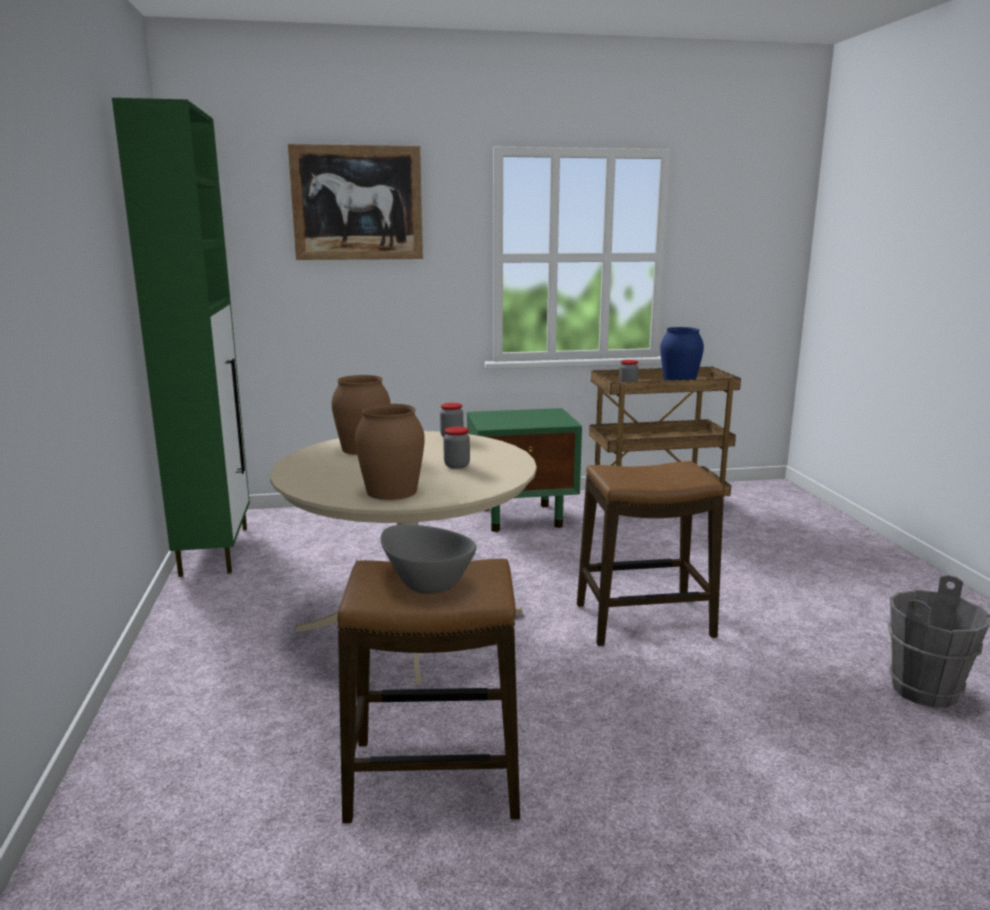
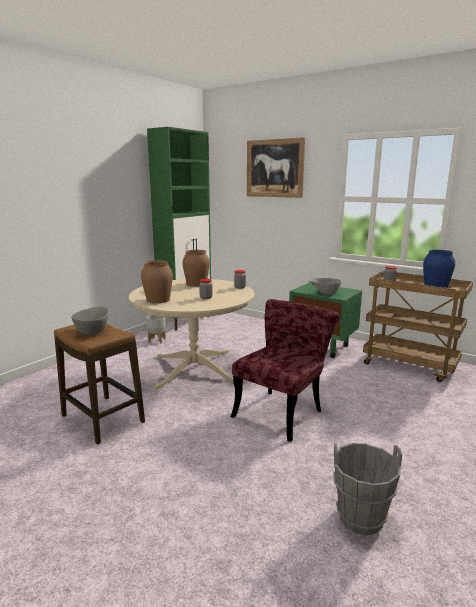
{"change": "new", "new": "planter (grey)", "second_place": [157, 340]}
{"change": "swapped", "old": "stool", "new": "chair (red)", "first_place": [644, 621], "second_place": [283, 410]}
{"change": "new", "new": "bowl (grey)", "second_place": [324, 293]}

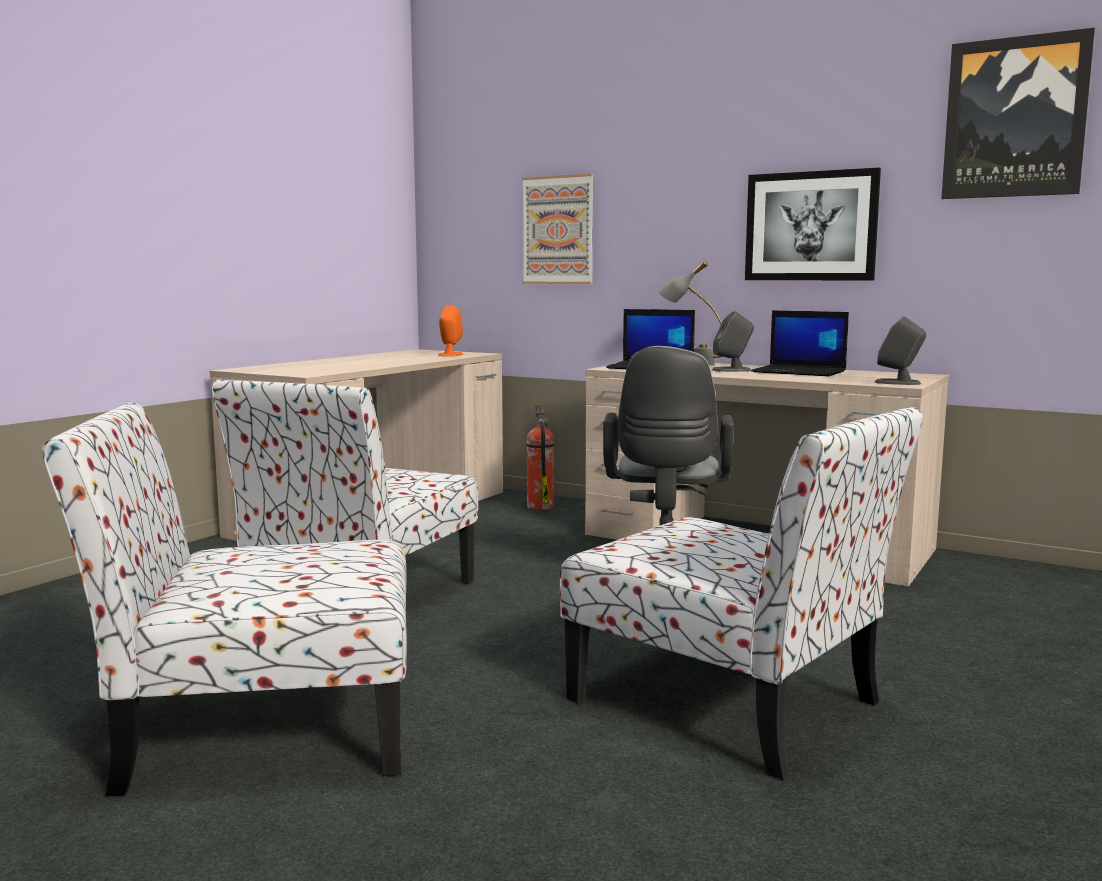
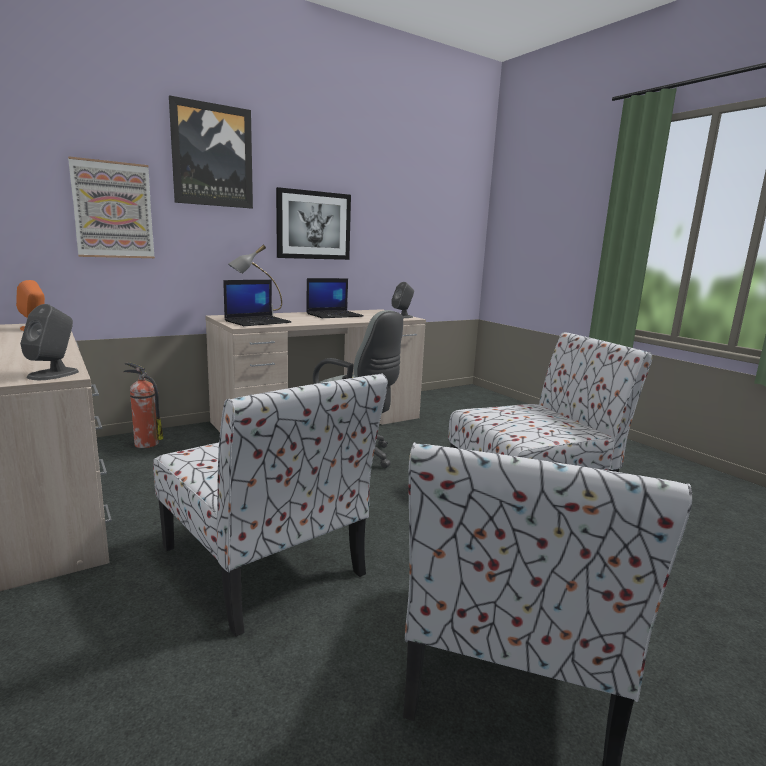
{"change": "shifted", "old": "speaker (grey)", "first_place": [732, 370], "second_place": [54, 374]}
{"change": "shifted", "old": "picture", "first_place": [1015, 118], "second_place": [212, 155]}

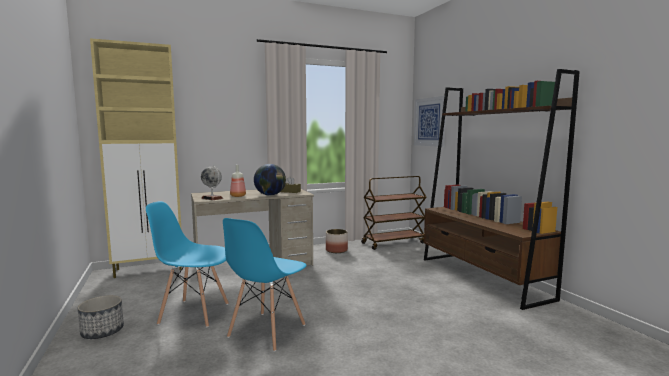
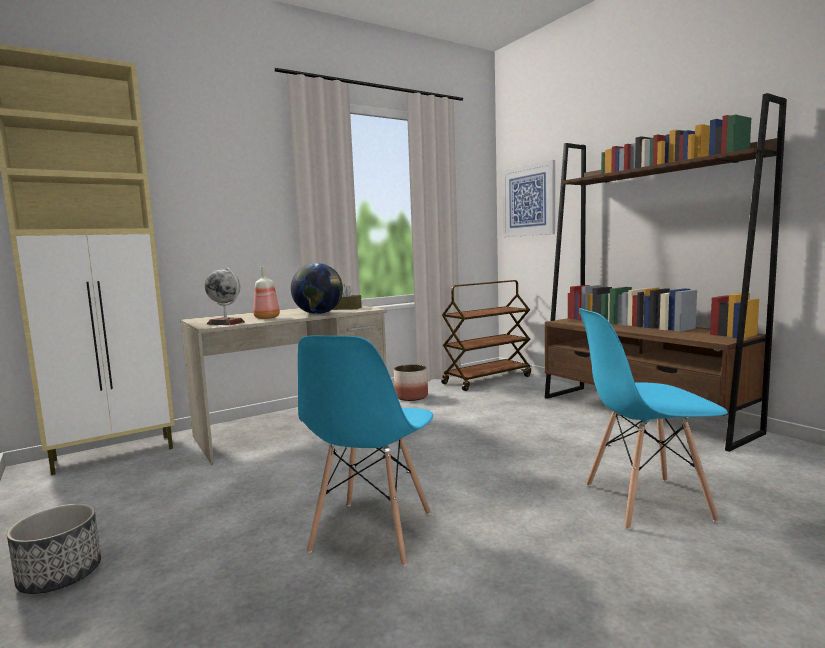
{"change": "shifted", "old": "chair (blue)", "first_place": [194, 313], "second_place": [645, 502]}

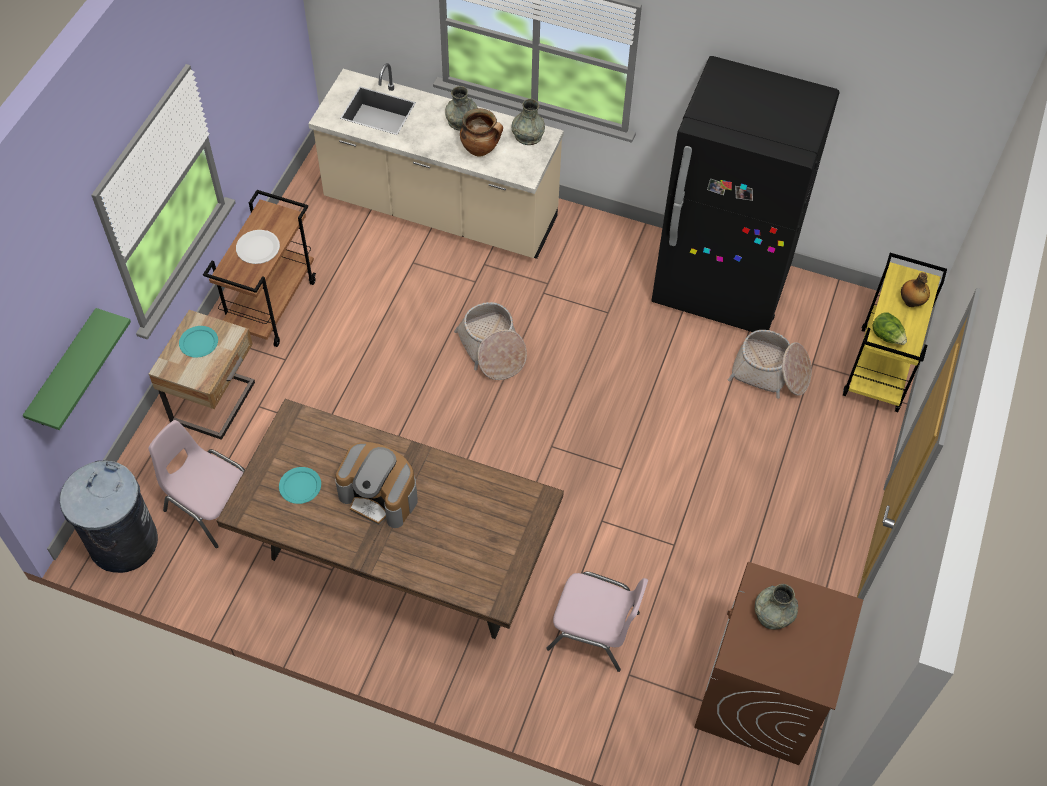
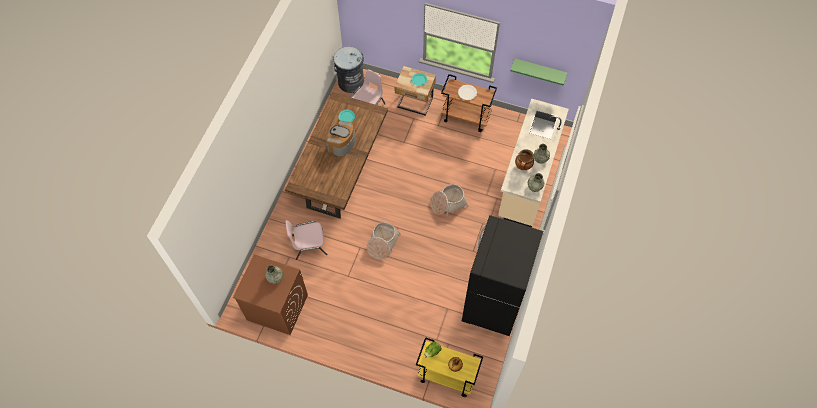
{"change": "rotated", "old": "chair (pink)", "first_place": [595, 631], "second_place": [308, 244], "degrees": 60}
{"change": "shifted", "old": "basket", "first_place": [770, 373], "second_place": [382, 243]}
{"change": "shifted", "old": "shelf (green)", "first_place": [65, 371], "second_place": [539, 70]}

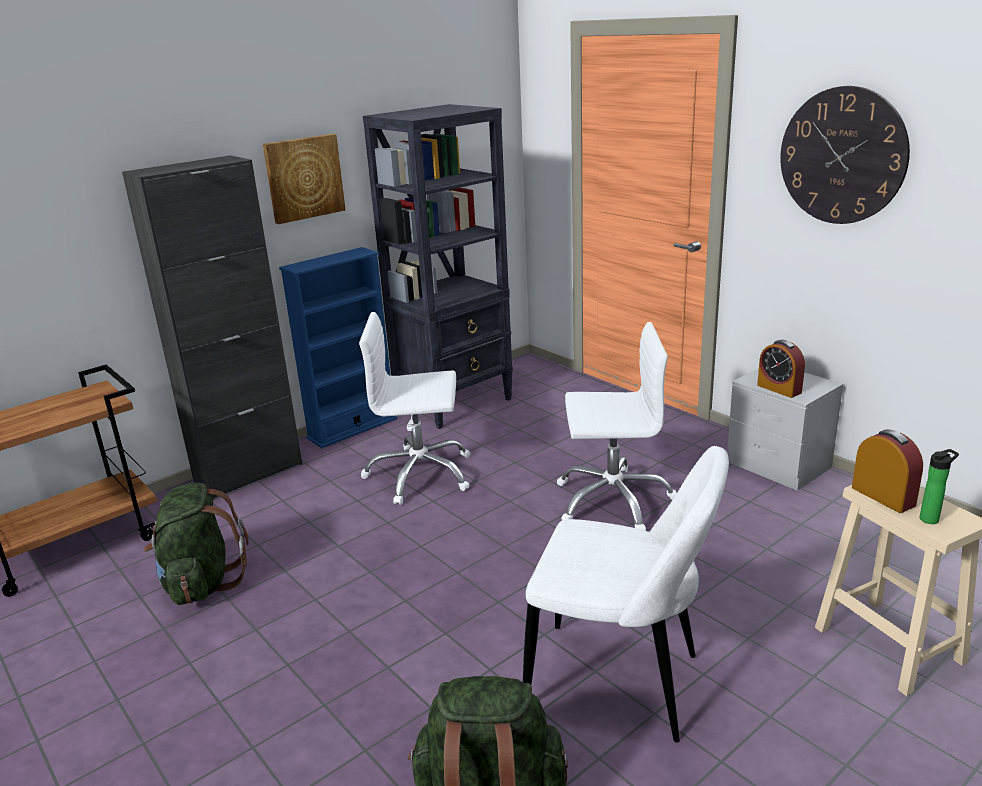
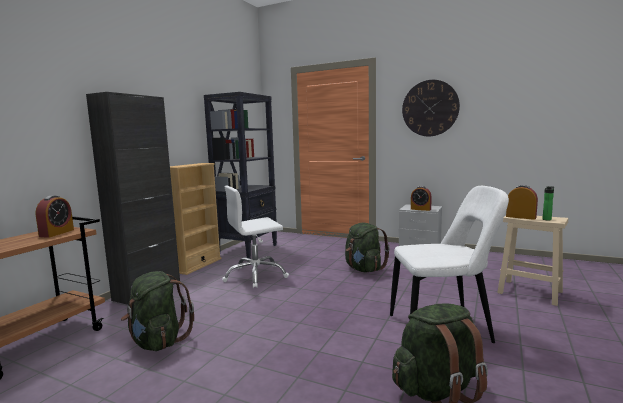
{"change": "new", "new": "alarm clock", "second_place": [57, 233]}
{"change": "repainted", "old": "bookcase (blue)", "new": "bookcase (beige)", "first_place": [352, 428], "second_place": [198, 265]}
{"change": "swapped", "old": "office chair (white)", "new": "backpack (green)", "first_place": [613, 500], "second_place": [364, 269]}
{"change": "gone", "old": "picture", "first_place": [304, 178]}

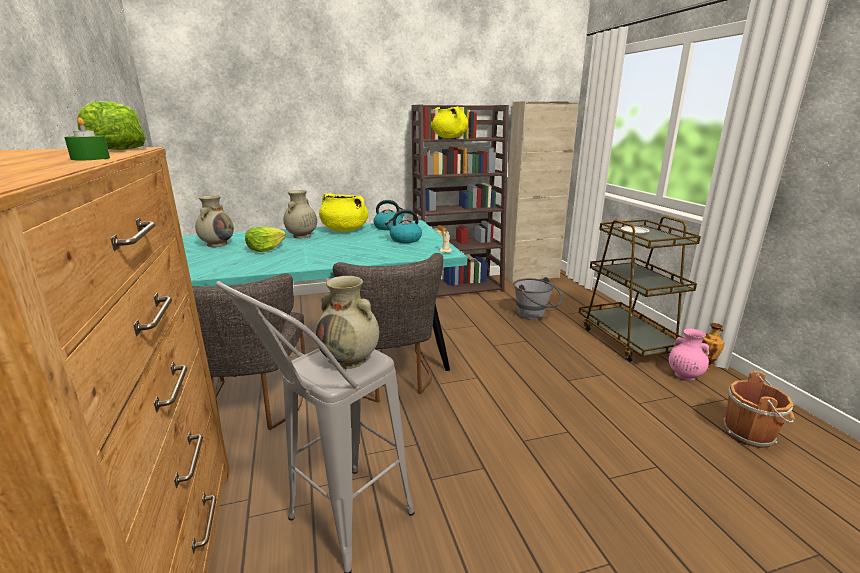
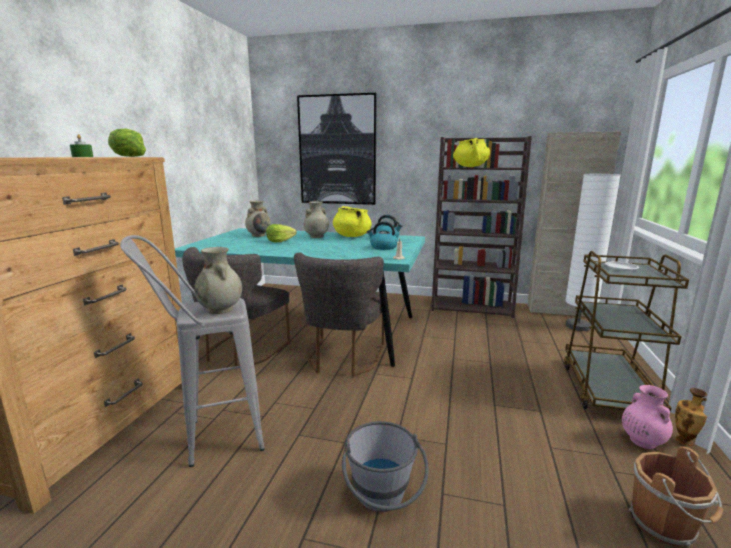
{"change": "new", "new": "picture", "second_place": [337, 150]}
{"change": "shifted", "old": "bucket (grey)", "first_place": [535, 316], "second_place": [382, 501]}
{"change": "new", "new": "floor lamp (white)", "second_place": [577, 326]}

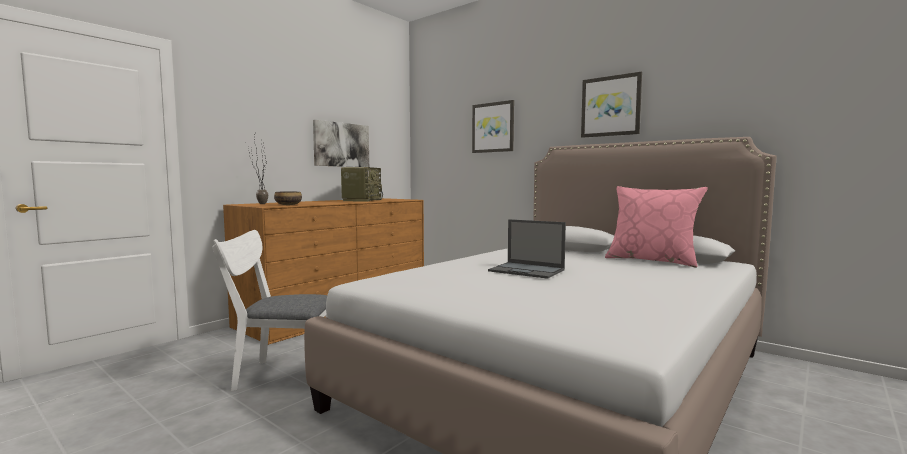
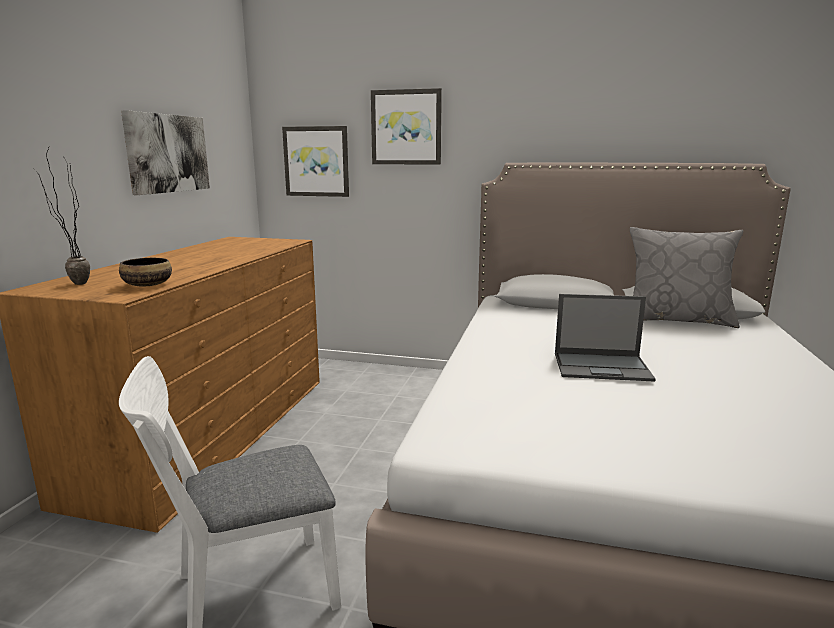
{"change": "shifted", "old": "picture", "first_place": [611, 106], "second_place": [316, 161]}
{"change": "repainted", "old": "pillow (pink)", "new": "pillow (grey)", "first_place": [652, 260], "second_place": [677, 320]}
{"change": "gone", "old": "radio", "first_place": [362, 200]}

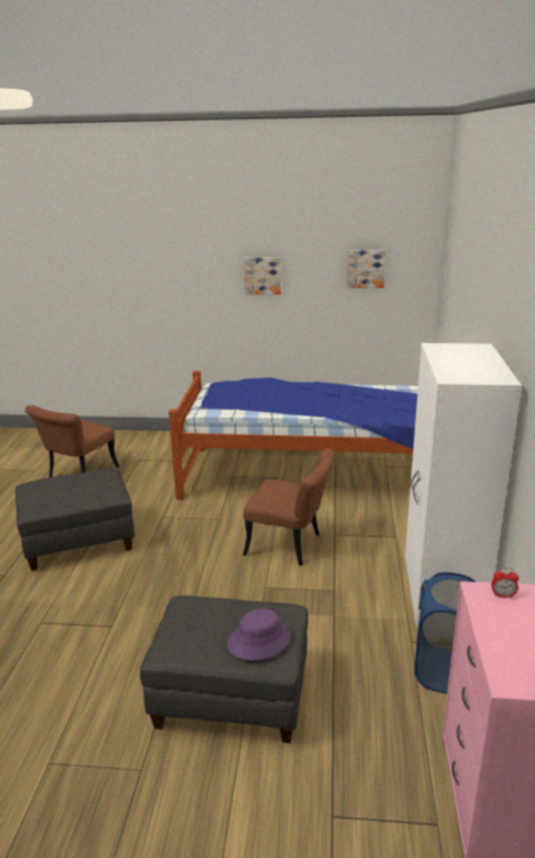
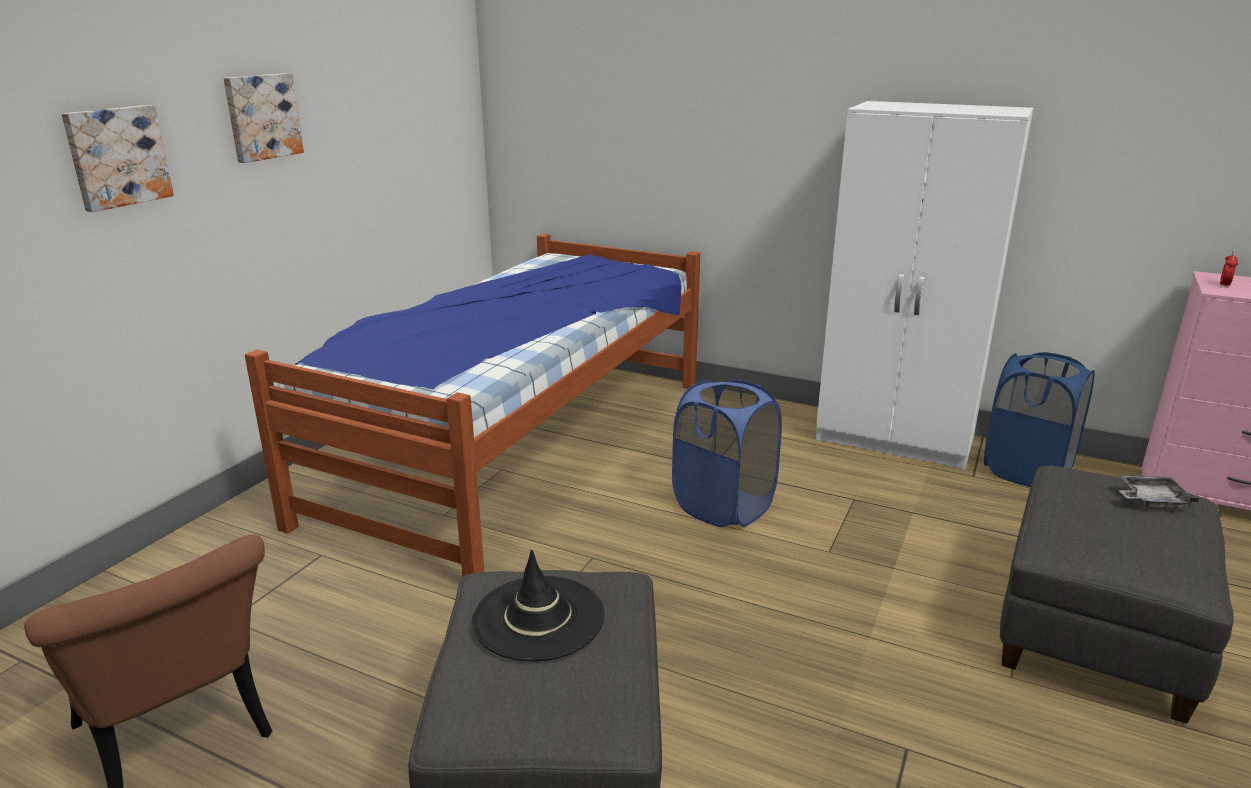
{"change": "shifted", "old": "picture", "first_place": [365, 268], "second_place": [117, 156]}
{"change": "new", "new": "hat (black)", "second_place": [538, 618]}
{"change": "swapped", "old": "chair (brown)", "new": "laundry basket (blue)", "first_place": [291, 546], "second_place": [723, 507]}
{"change": "swapped", "old": "hat (purple)", "new": "tray (grey)", "first_place": [259, 640], "second_place": [1151, 500]}

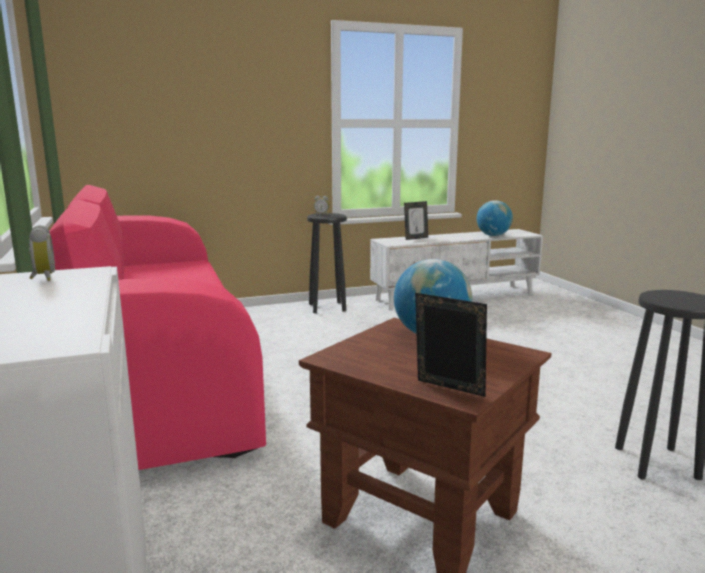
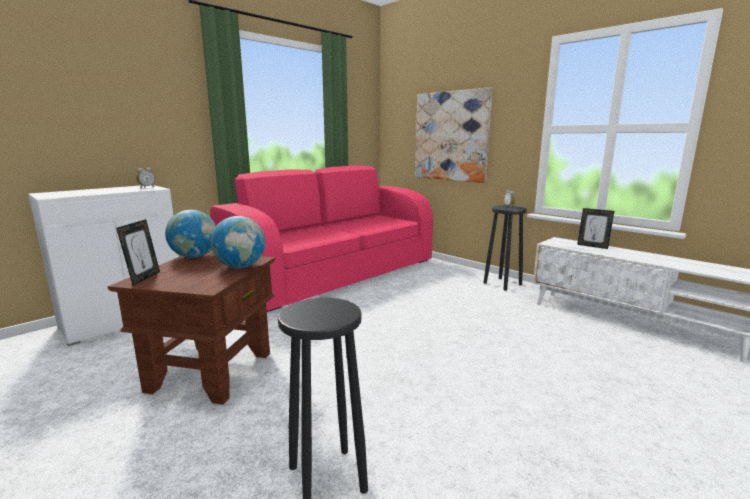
{"change": "shifted", "old": "globe", "first_place": [493, 235], "second_place": [194, 256]}
{"change": "new", "new": "picture", "second_place": [451, 136]}

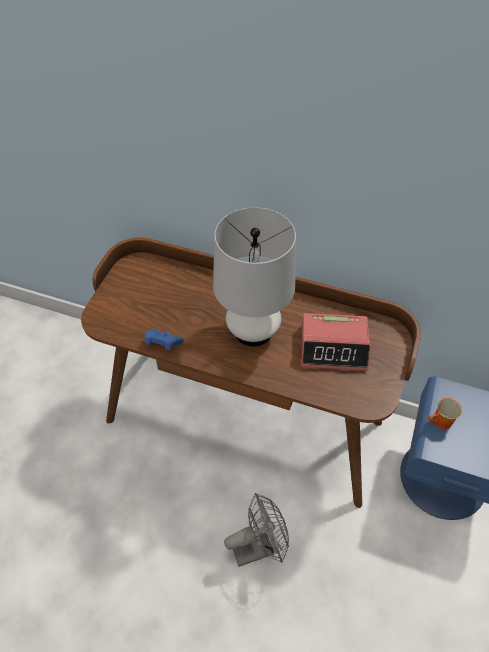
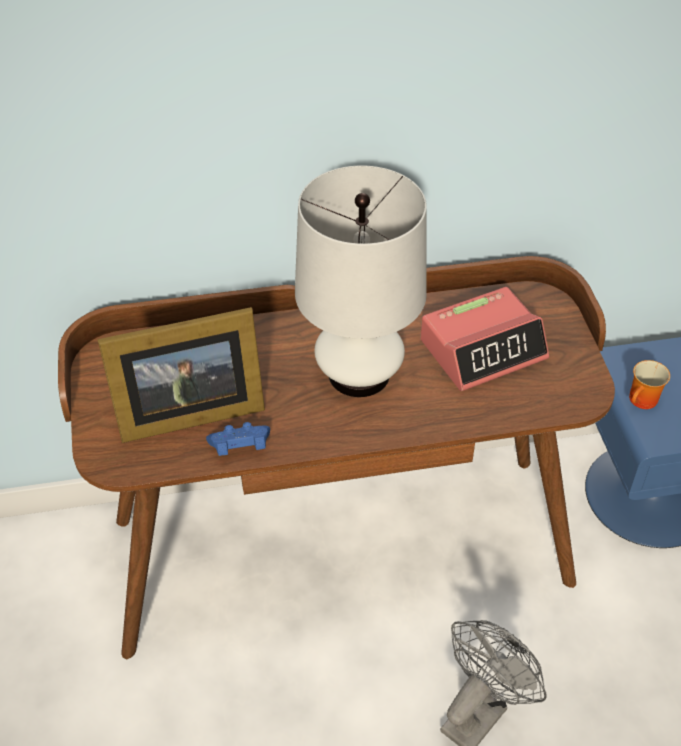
{"change": "new", "new": "picture frame", "second_place": [185, 412]}

